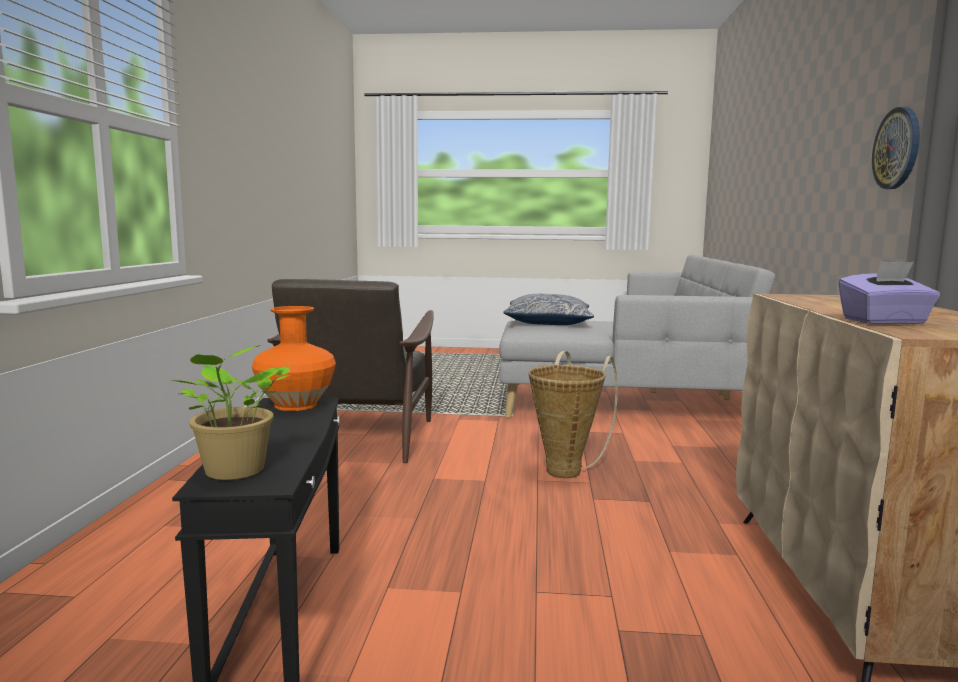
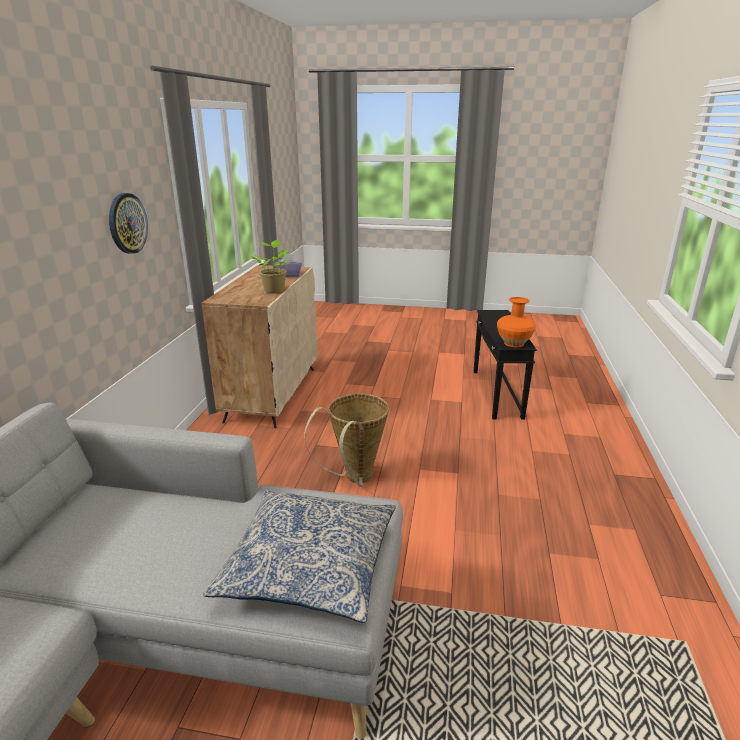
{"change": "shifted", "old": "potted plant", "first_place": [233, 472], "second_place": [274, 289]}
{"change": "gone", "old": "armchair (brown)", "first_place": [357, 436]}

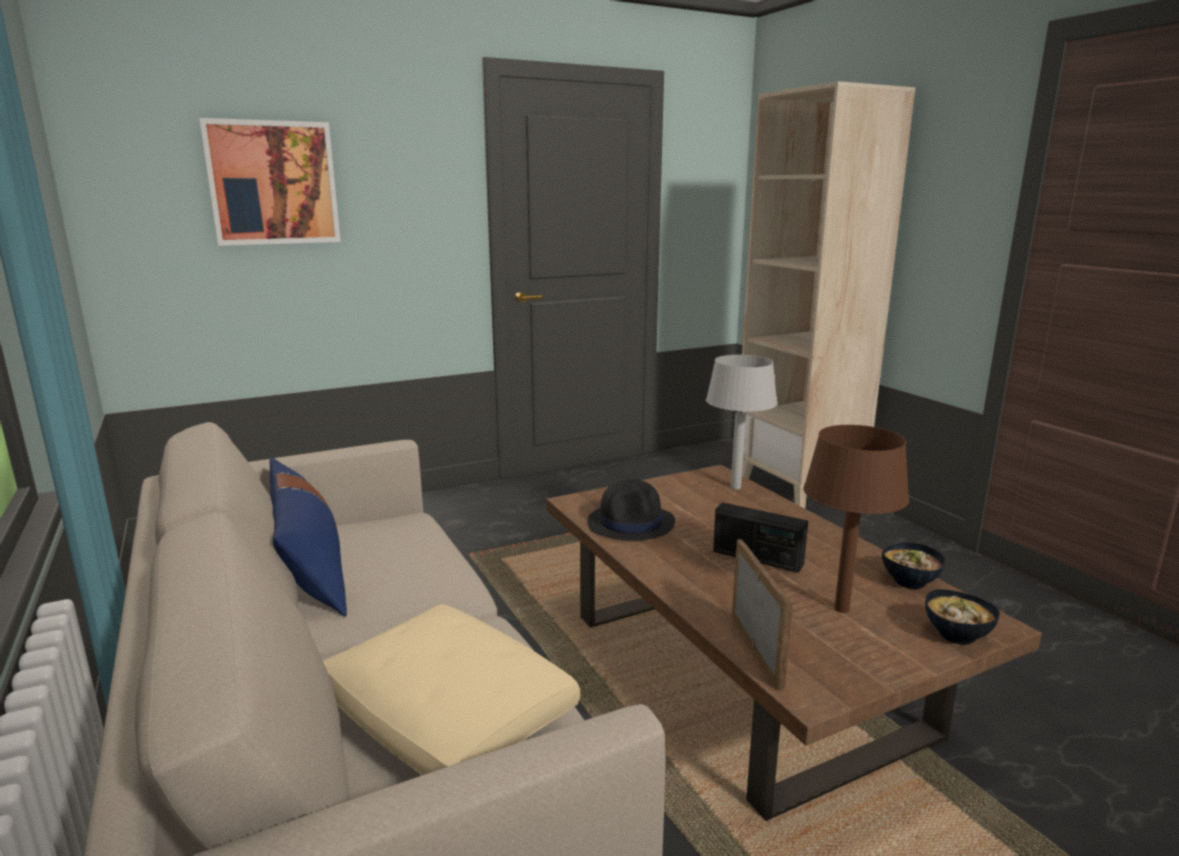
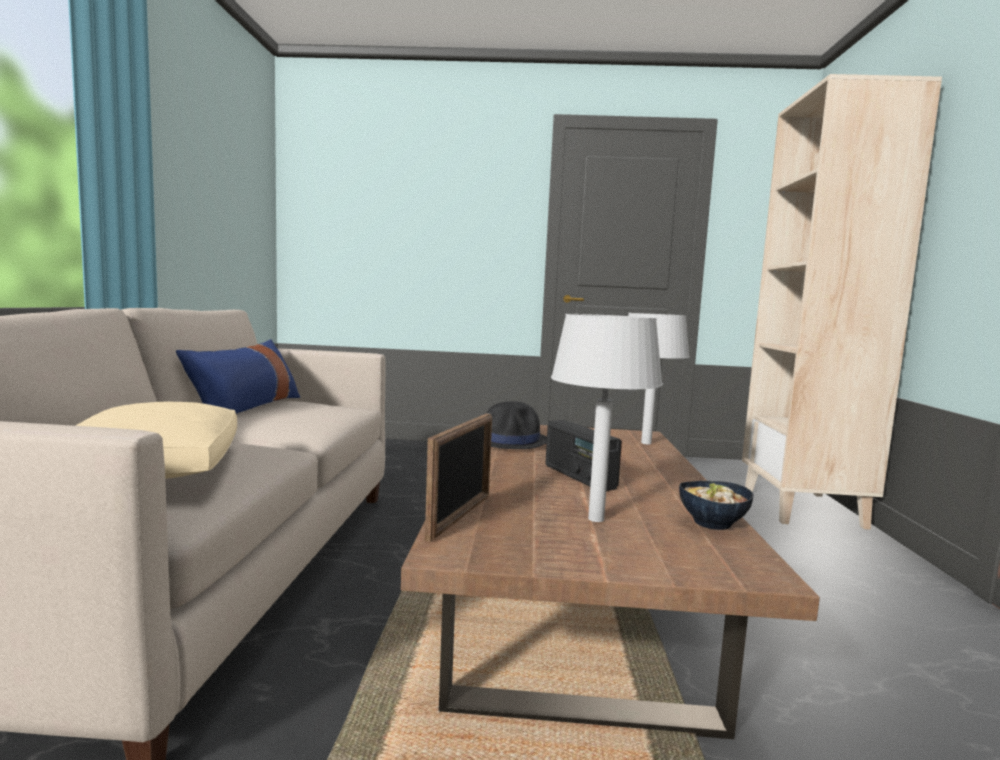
{"change": "repainted", "old": "table lamp (brown)", "new": "table lamp (grey)", "first_place": [841, 609], "second_place": [595, 519]}
{"change": "gone", "old": "picture", "first_place": [273, 183]}
{"change": "gone", "old": "bowl", "first_place": [957, 636]}

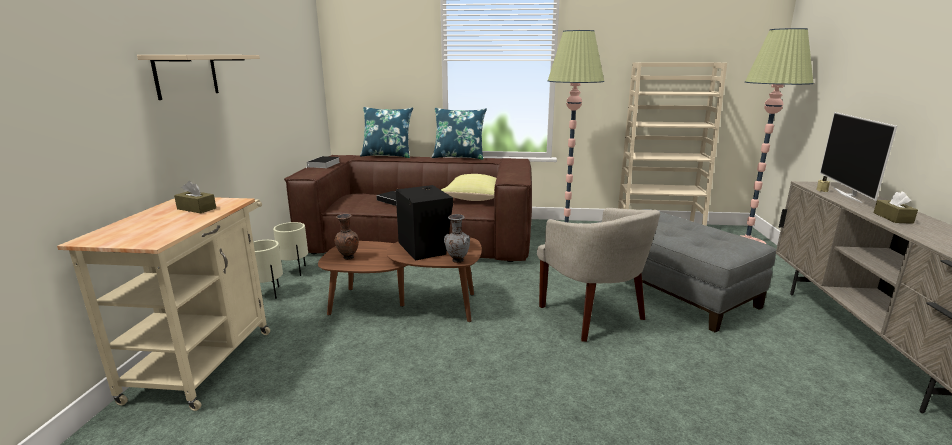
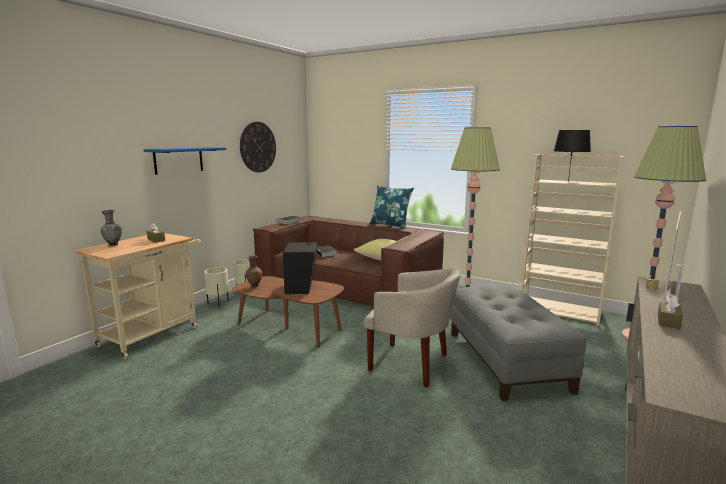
{"change": "shifted", "old": "vase (grey)", "first_place": [457, 261], "second_place": [113, 245]}
{"change": "repainted", "old": "shelf (beige)", "new": "shelf (blue)", "first_place": [186, 75], "second_place": [178, 160]}
{"change": "new", "new": "wall clock", "second_place": [258, 147]}
{"change": "rotated", "old": "armchair (beige)", "first_place": [593, 316], "second_place": [412, 364], "degrees": -60}
{"change": "new", "new": "table lamp (black)", "second_place": [568, 182]}
{"change": "gone", "old": "pillow (blue)", "first_place": [387, 155]}

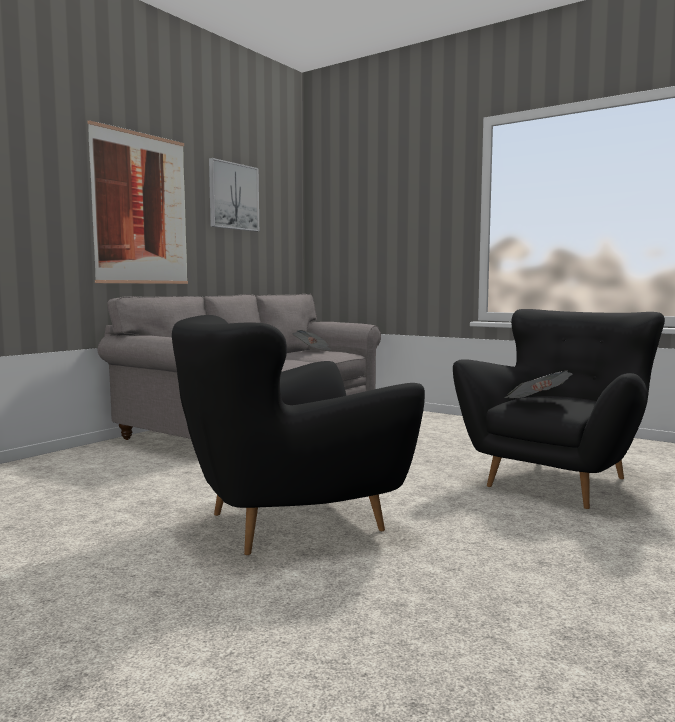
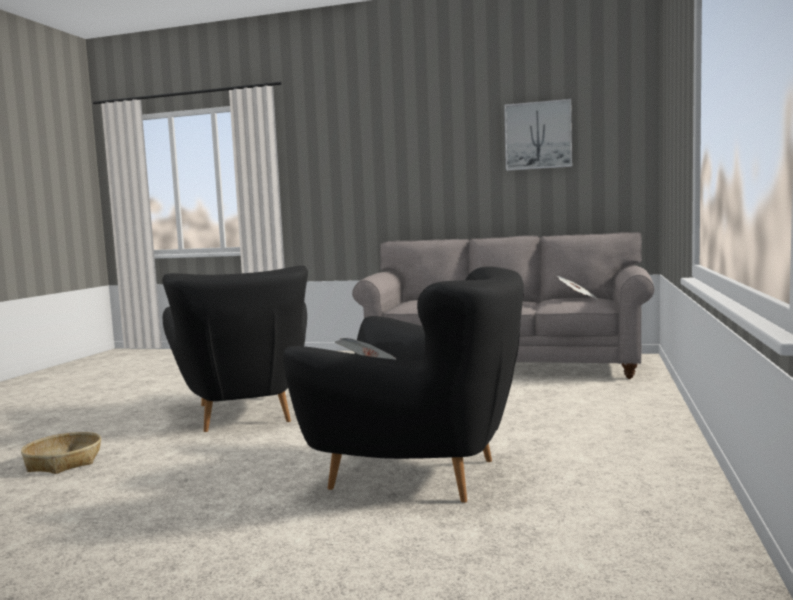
{"change": "new", "new": "basket", "second_place": [63, 462]}
{"change": "rotated", "old": "armchair (black)", "first_place": [290, 522], "second_place": [245, 414], "degrees": -150}
{"change": "gone", "old": "picture", "first_place": [141, 208]}

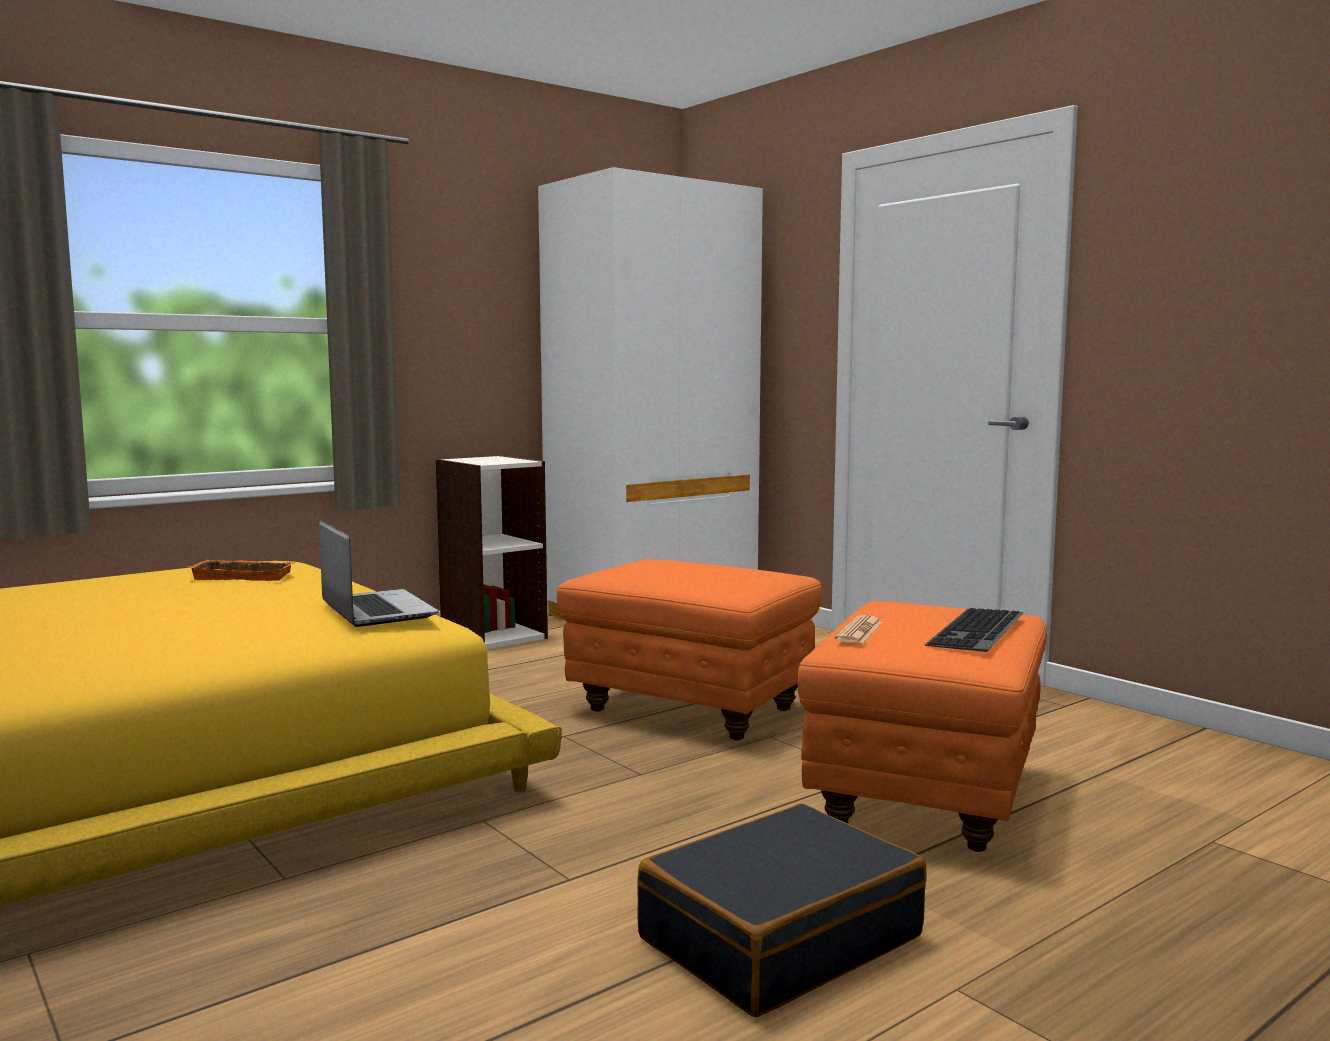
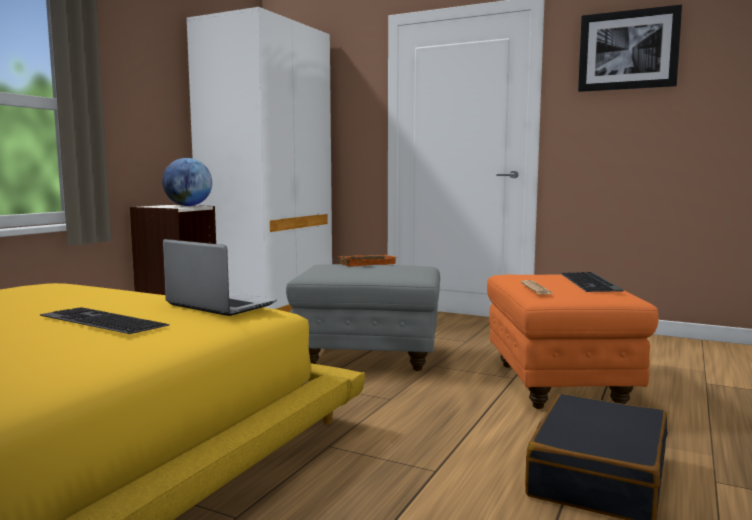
{"change": "new", "new": "keyboard", "second_place": [99, 321]}
{"change": "new", "new": "globe", "second_place": [188, 206]}
{"change": "repainted", "old": "ottoman (orange)", "new": "ottoman (grey)", "first_place": [692, 710], "second_place": [369, 357]}
{"change": "shifted", "old": "tray (orange)", "first_place": [246, 576], "second_place": [367, 263]}
{"change": "new", "new": "picture", "second_place": [628, 50]}

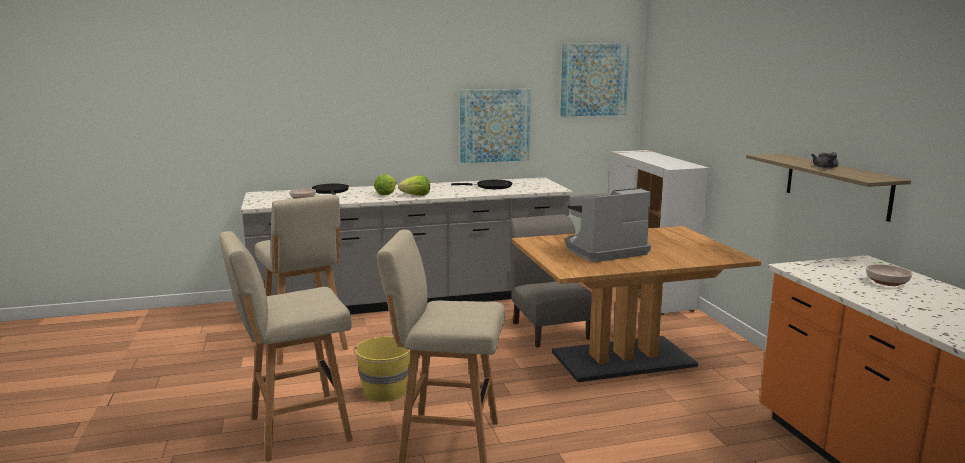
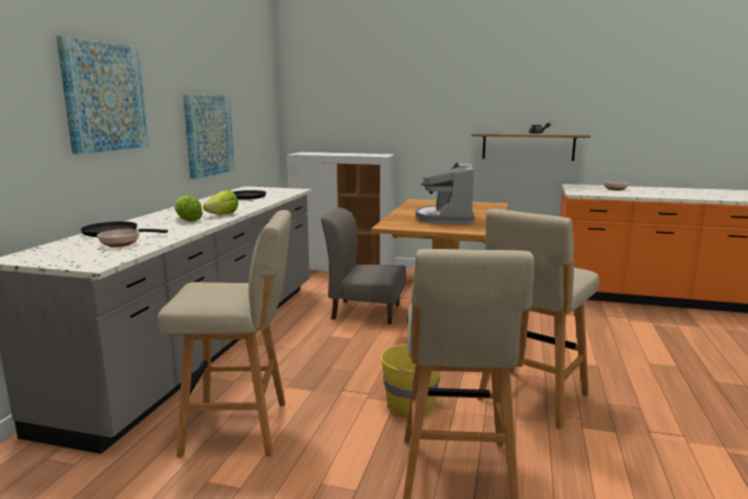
{"change": "shifted", "old": "picture", "first_place": [593, 80], "second_place": [104, 97]}

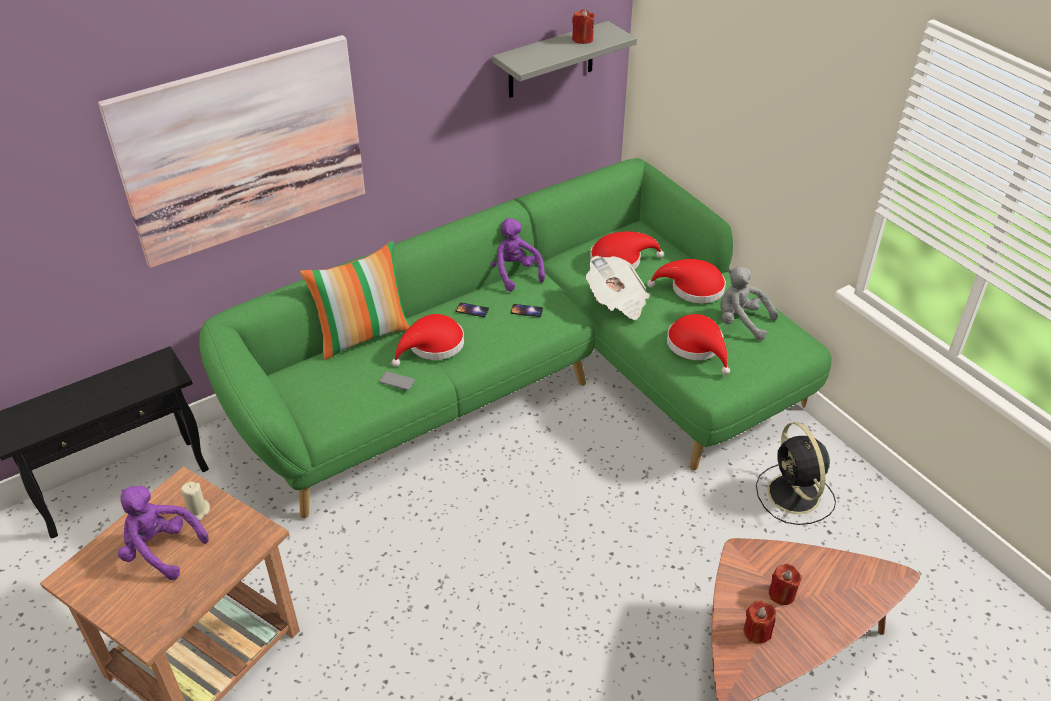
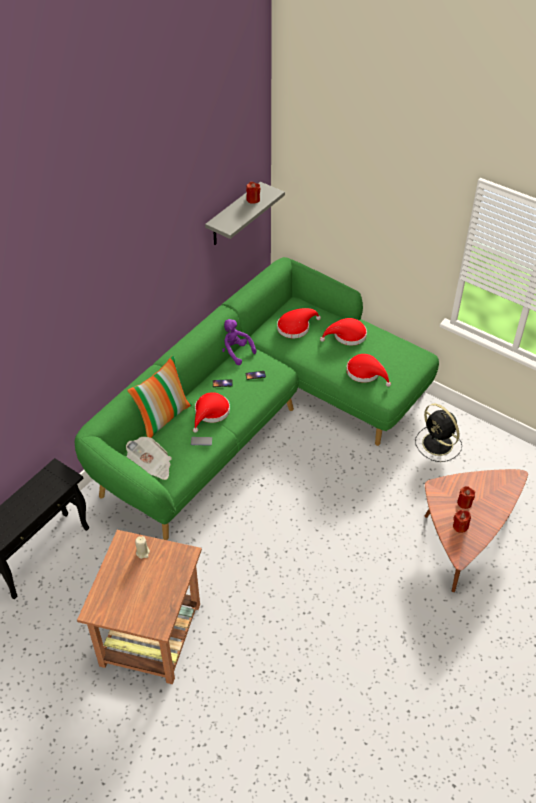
{"change": "shifted", "old": "newspaper", "first_place": [617, 301], "second_place": [150, 467]}
{"change": "gone", "old": "picture", "first_place": [243, 150]}
{"change": "gone", "old": "plush toy (purple)", "first_place": [161, 550]}
{"change": "gone", "old": "plush toy (grey)", "first_place": [741, 322]}

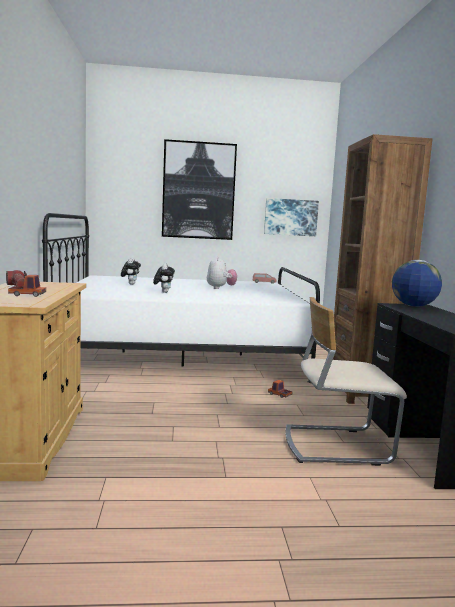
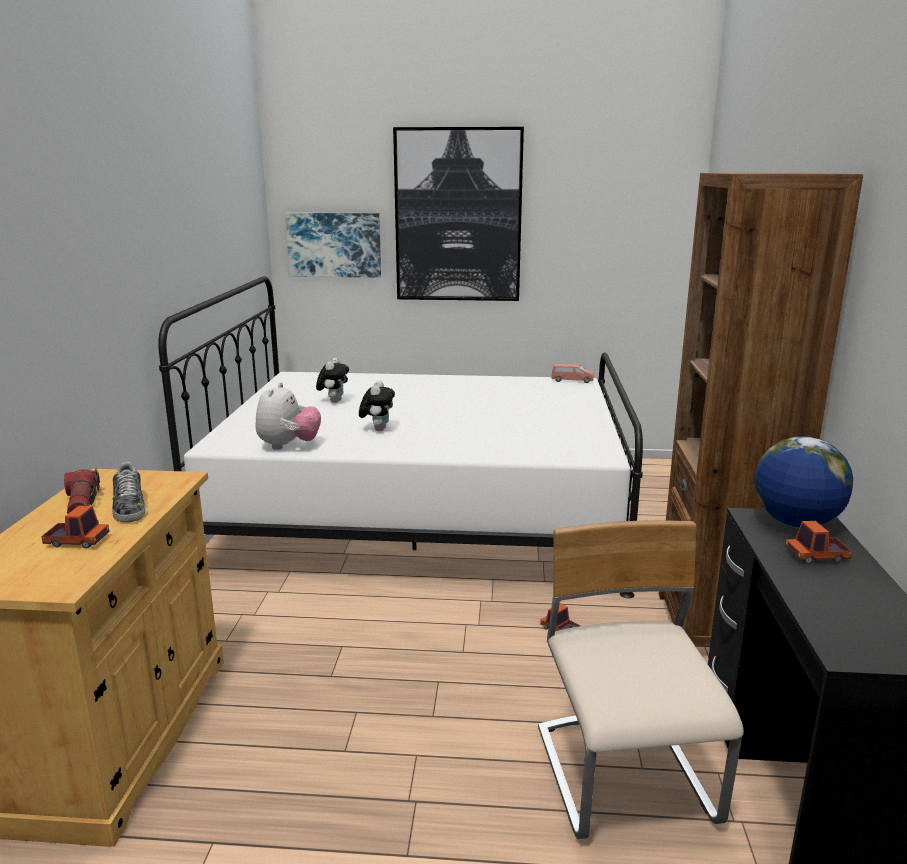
{"change": "new", "new": "shoe", "second_place": [129, 507]}
{"change": "shifted", "old": "plush toy", "first_place": [220, 288], "second_place": [288, 446]}
{"change": "shifted", "old": "picture", "first_place": [290, 217], "second_place": [334, 244]}
{"change": "rotated", "old": "chair (beige)", "first_place": [336, 445], "second_place": [625, 777], "degrees": 75}
{"change": "new", "new": "toy truck", "second_place": [816, 556]}

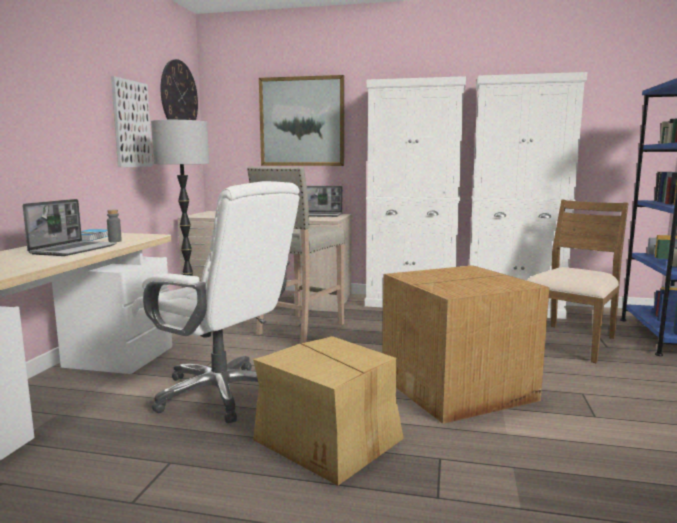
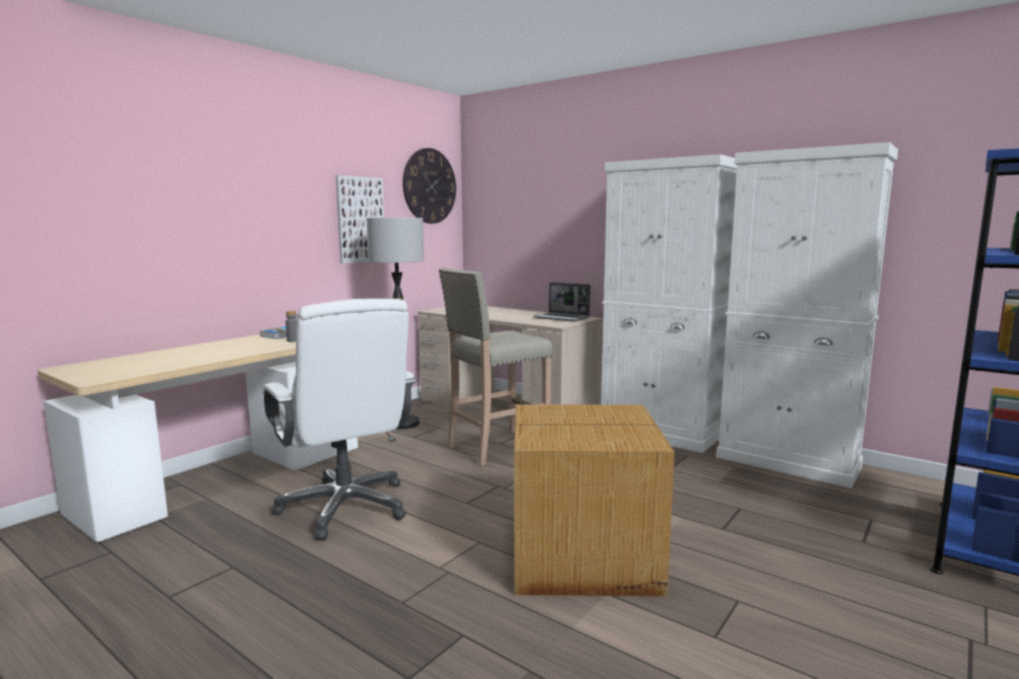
{"change": "gone", "old": "laptop", "first_place": [74, 250]}
{"change": "gone", "old": "cardboard box", "first_place": [330, 441]}
{"change": "gone", "old": "picture", "first_place": [302, 122]}
{"change": "gone", "old": "chair (brown)", "first_place": [570, 341]}

